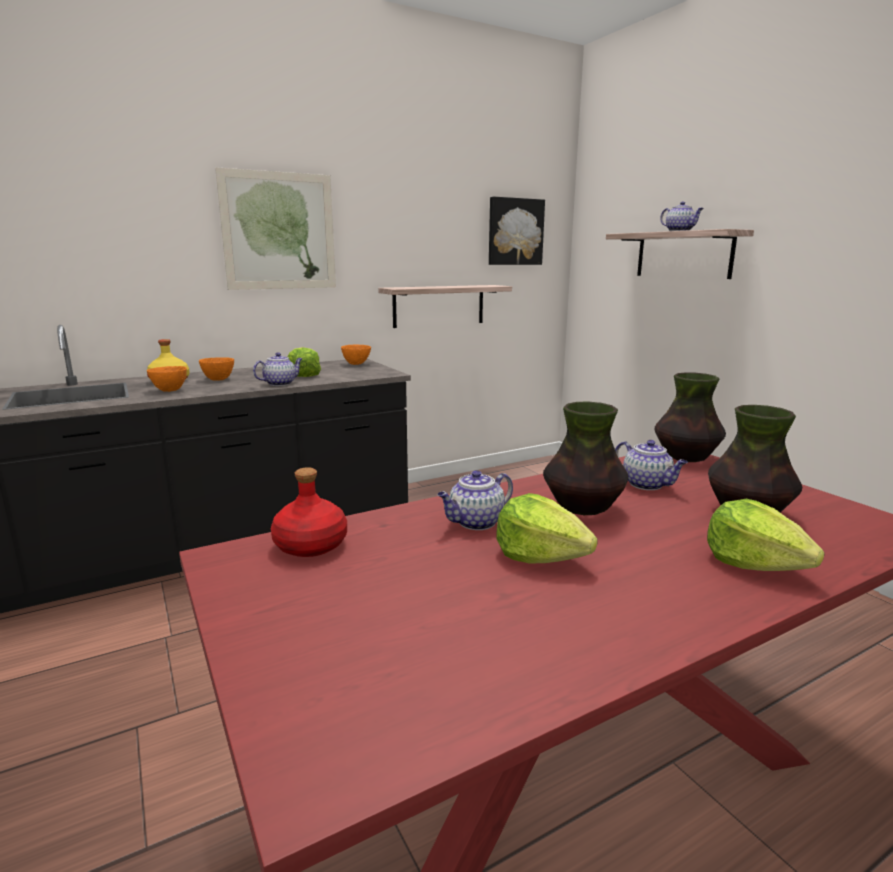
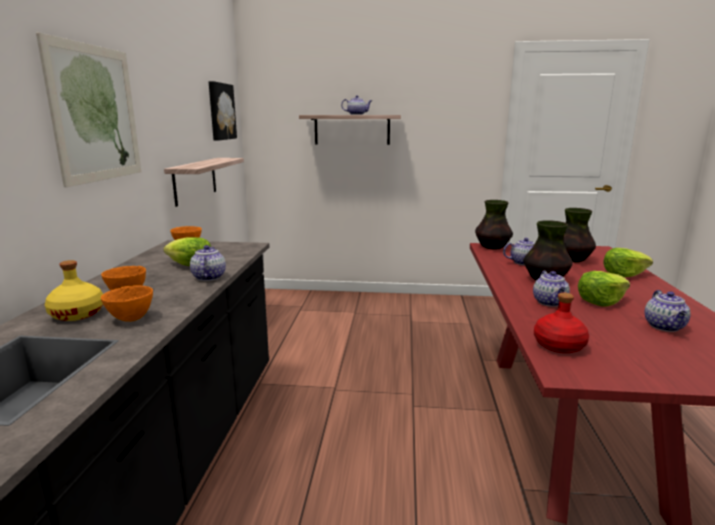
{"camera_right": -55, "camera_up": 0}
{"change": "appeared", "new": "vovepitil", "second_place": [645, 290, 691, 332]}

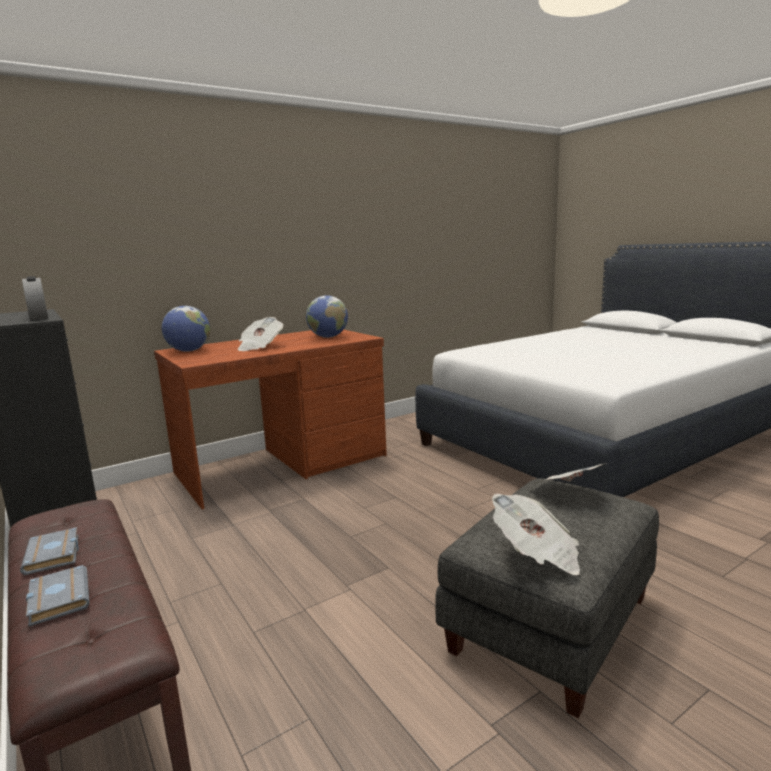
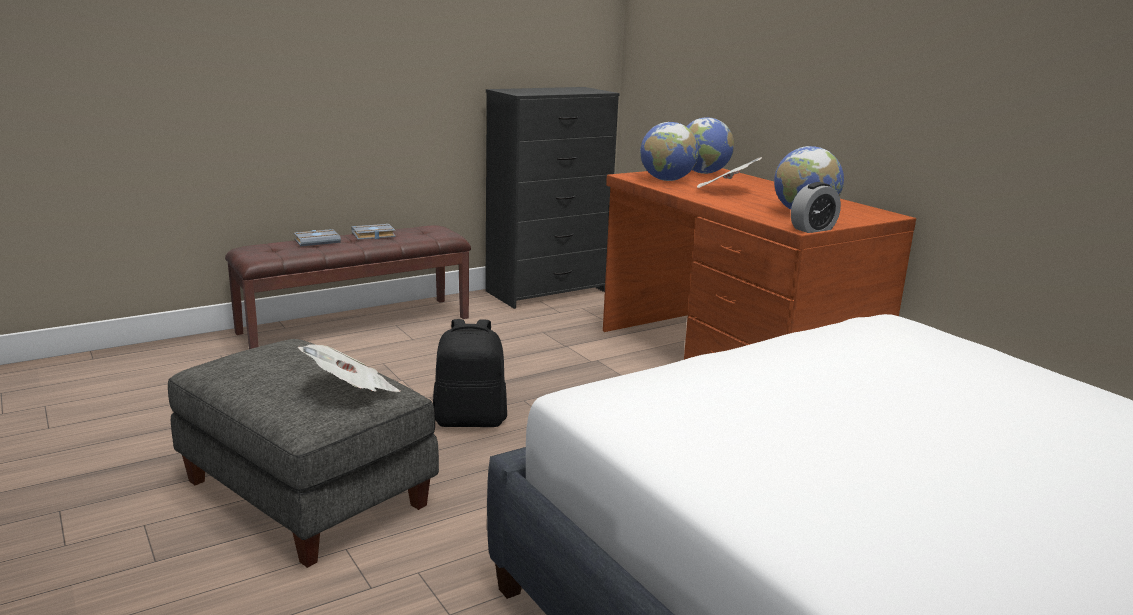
{"camera_right": 90, "camera_up": 5}
{"change": "missing", "old": "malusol", "first_place": [492, 493, 580, 575]}
{"change": "appeared", "new": "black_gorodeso", "second_place": [433, 319, 507, 427]}
{"change": "appeared", "new": "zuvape", "second_place": [640, 122, 699, 181]}
{"change": "relocated", "old": "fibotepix", "first_place": [22, 276, 48, 320], "second_place": [791, 182, 841, 233]}

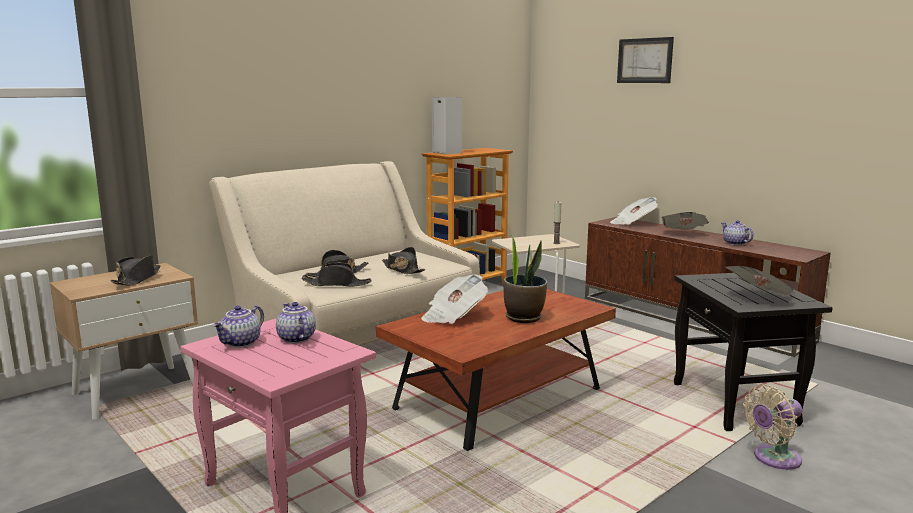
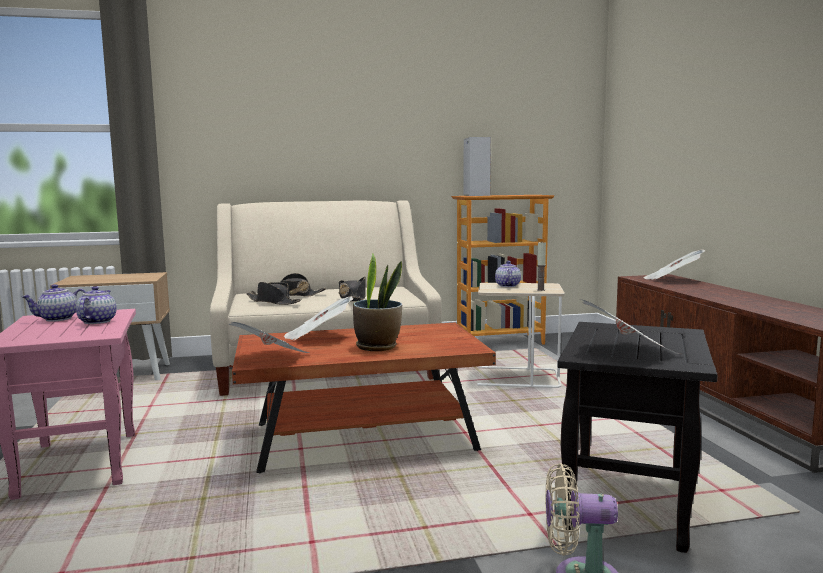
{"camera_right": 30, "camera_up": -5}
{"change": "missing", "old": "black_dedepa", "first_place": [111, 255, 160, 286]}
{"change": "missing", "old": "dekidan", "first_place": [617, 37, 674, 83]}
{"change": "relocated", "old": "malusol", "first_place": [661, 212, 709, 230], "second_place": [229, 322, 311, 353]}
{"change": "relocated", "old": "vovepitil", "first_place": [722, 220, 754, 245], "second_place": [495, 261, 521, 287]}

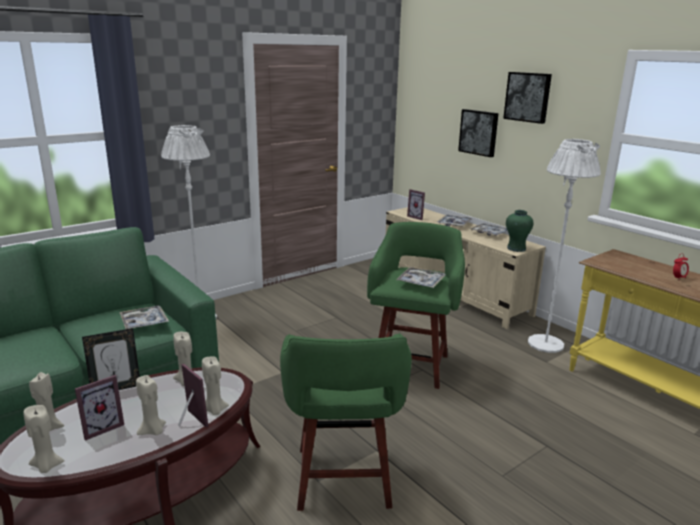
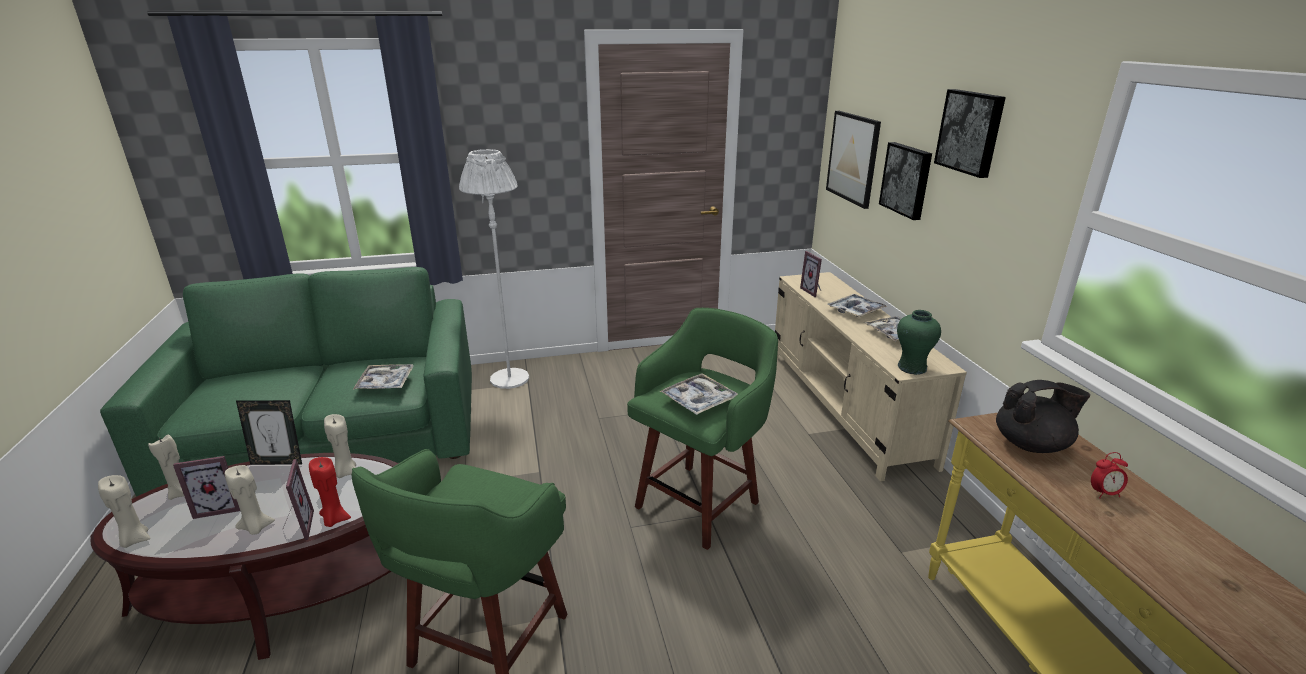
{"camera_right": 25, "camera_up": 5}
{"change": "missing", "old": "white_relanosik", "first_place": [528, 139, 601, 353]}
{"change": "appeared", "new": "dekidan", "second_place": [826, 111, 881, 209]}
{"change": "appeared", "new": "black_vovepitil", "second_place": [996, 380, 1090, 453]}
{"change": "colour", "old": "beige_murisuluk", "new": "red_murisuluk", "first_place": [202, 357, 229, 415], "second_place": [309, 457, 351, 527]}

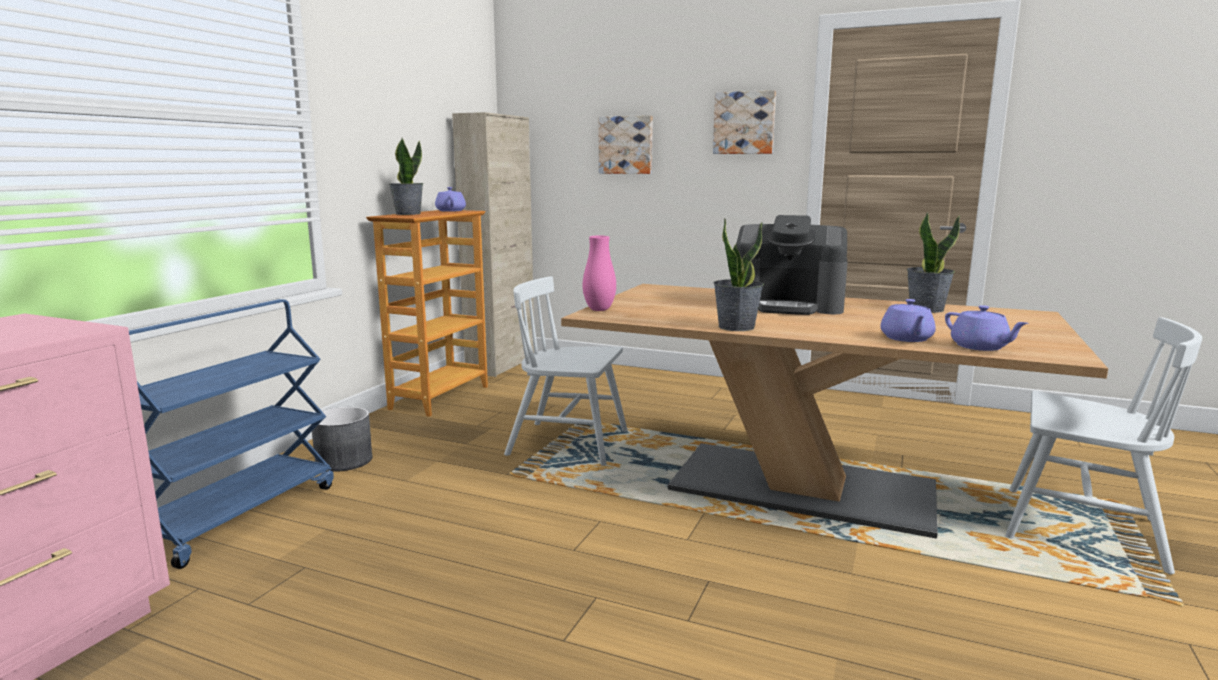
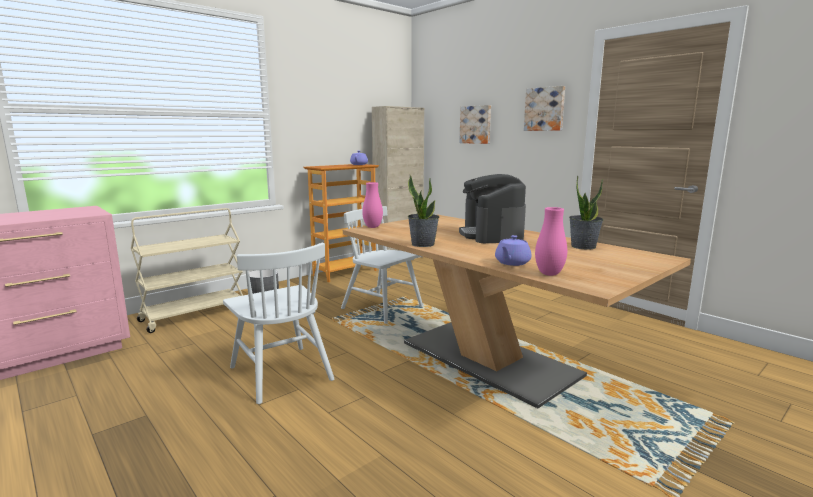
{"camera_right": 25, "camera_up": 0}
{"change": "missing", "old": "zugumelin", "first_place": [389, 138, 423, 215]}
{"change": "relocated", "old": "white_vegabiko", "first_place": [1005, 317, 1202, 574], "second_place": [223, 243, 334, 404]}
{"change": "exchanged", "old": "purple_vovepitil", "new": "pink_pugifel", "first_place": [945, 305, 1028, 351], "second_place": [535, 207, 567, 276]}
{"change": "colour", "old": "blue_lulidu", "new": "beige_lulidu", "first_place": [129, 299, 334, 569], "second_place": [131, 208, 243, 333]}
{"change": "spun", "old": "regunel", "first_place": [736, 215, 848, 315], "second_place": [459, 174, 526, 243], "degrees": 45}

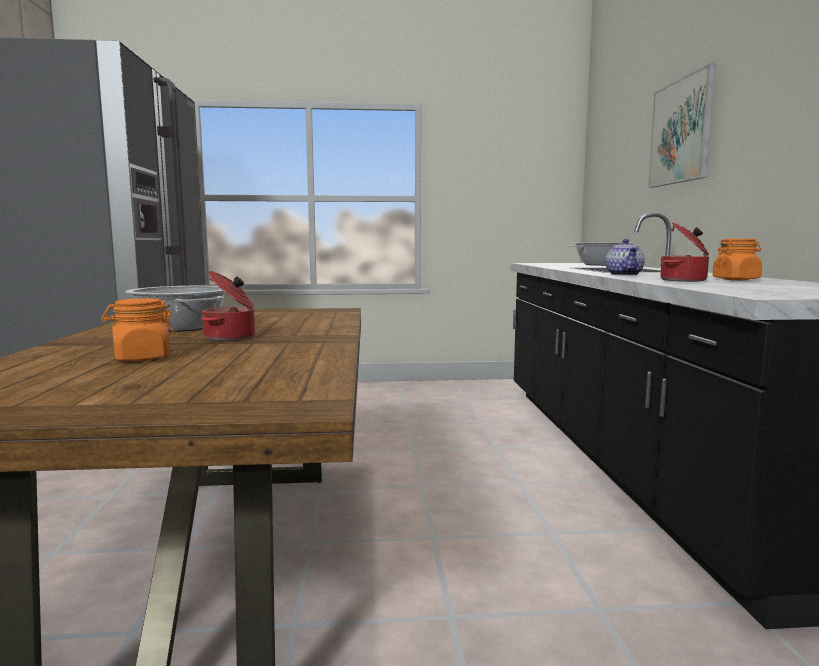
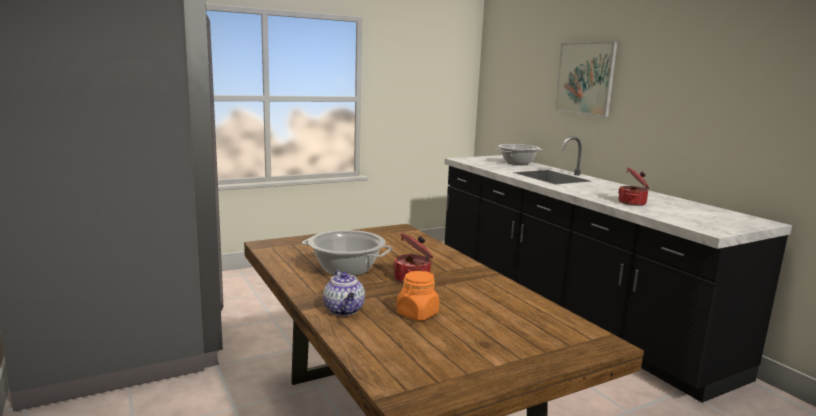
{"camera_right": -25, "camera_up": 5}
{"change": "missing", "old": "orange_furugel", "first_place": [712, 239, 762, 280]}
{"change": "relocated", "old": "vovepitil", "first_place": [606, 239, 645, 276], "second_place": [323, 270, 365, 316]}

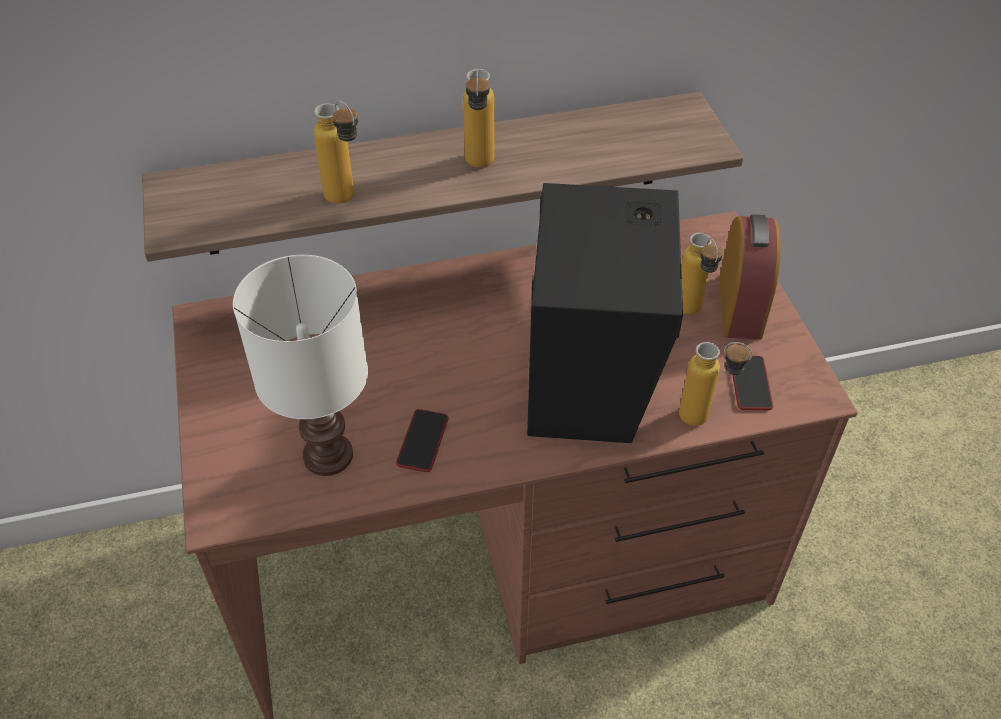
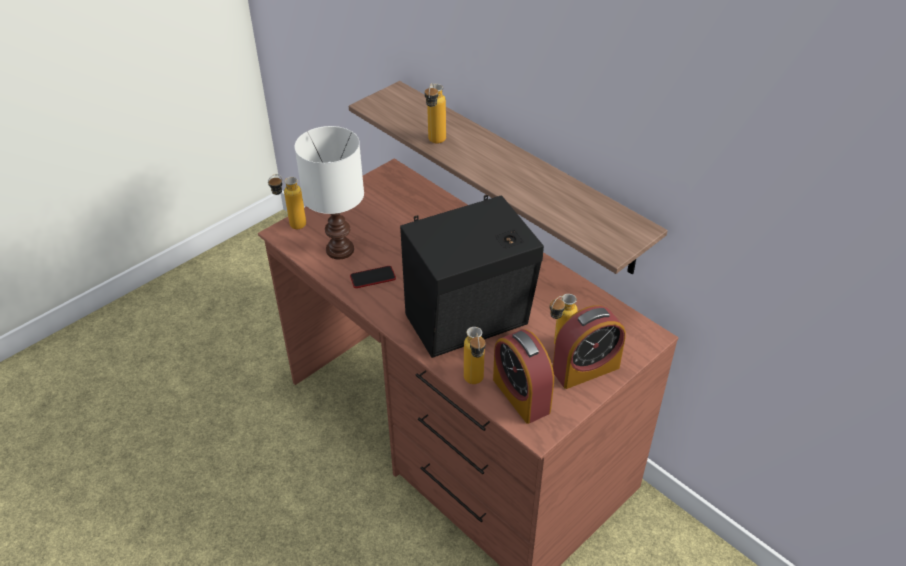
{"camera_right": 60, "camera_up": -5}
{"change": "relocated", "old": "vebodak", "first_place": [463, 69, 494, 168], "second_place": [268, 174, 306, 229]}
{"change": "exchanged", "old": "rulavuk", "new": "fibotepix", "first_place": [732, 356, 773, 410], "second_place": [493, 329, 554, 424]}

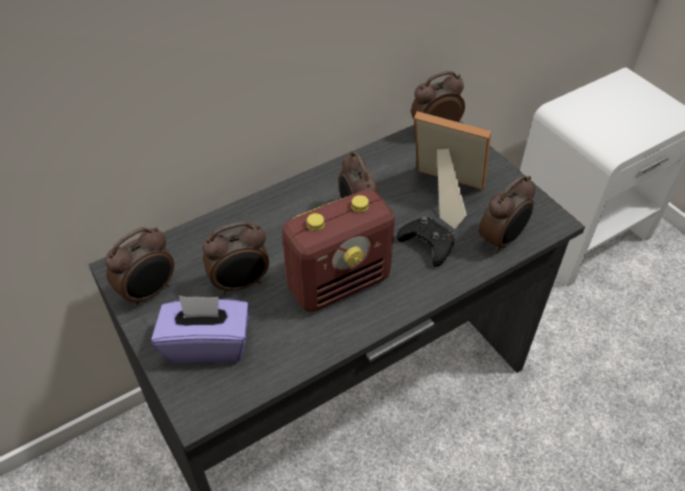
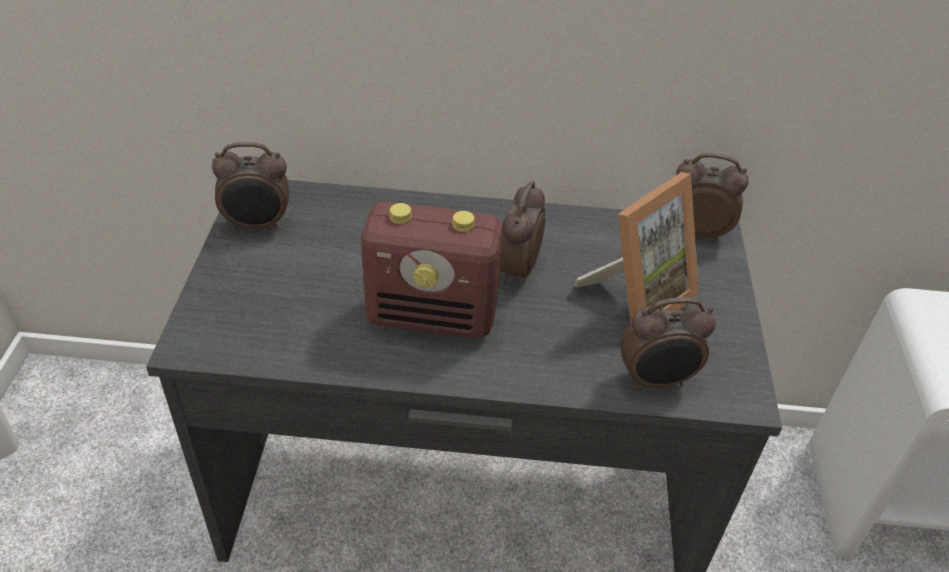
{"camera_right": 35, "camera_up": -5}
{"change": "missing", "old": "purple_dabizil", "first_place": [151, 296, 249, 364]}
{"change": "missing", "old": "fibotepix", "first_place": [203, 222, 269, 295]}
{"change": "missing", "old": "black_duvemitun", "first_place": [397, 217, 454, 267]}
{"change": "spun", "old": "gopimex", "first_place": [414, 111, 491, 229], "second_place": [575, 172, 699, 324], "degrees": 75}

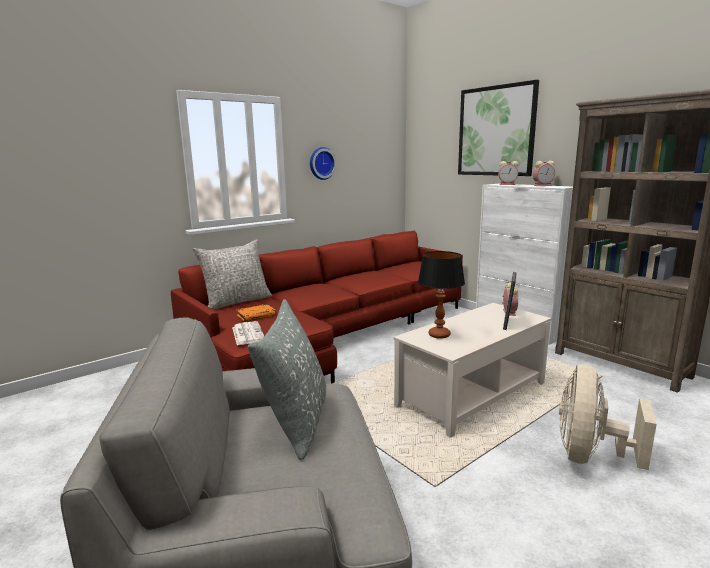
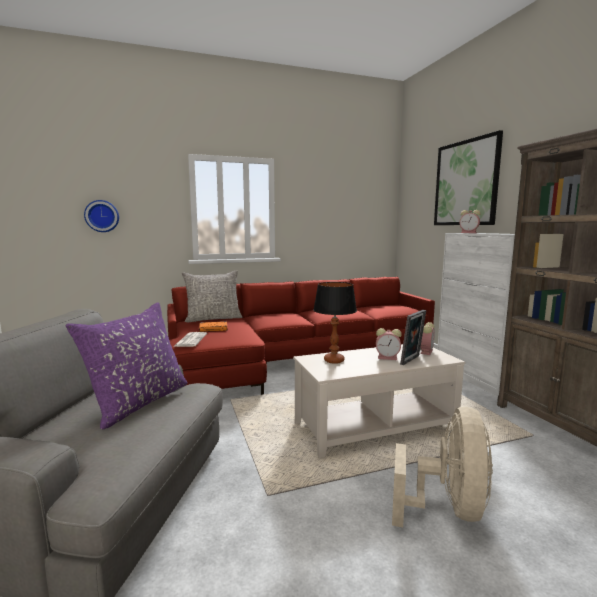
{"camera_right": 20, "camera_up": -5}
{"change": "relocated", "old": "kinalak", "first_place": [310, 147, 336, 180], "second_place": [84, 200, 119, 232]}
{"change": "relocated", "old": "fibotepix", "first_place": [533, 161, 555, 186], "second_place": [376, 328, 402, 360]}
{"change": "colour", "old": "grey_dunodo", "new": "purple_dunodo", "first_place": [248, 299, 326, 460], "second_place": [65, 302, 188, 430]}
{"change": "spun", "old": "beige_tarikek", "first_place": [559, 364, 657, 470], "second_place": [392, 407, 493, 527], "degrees": 150}

